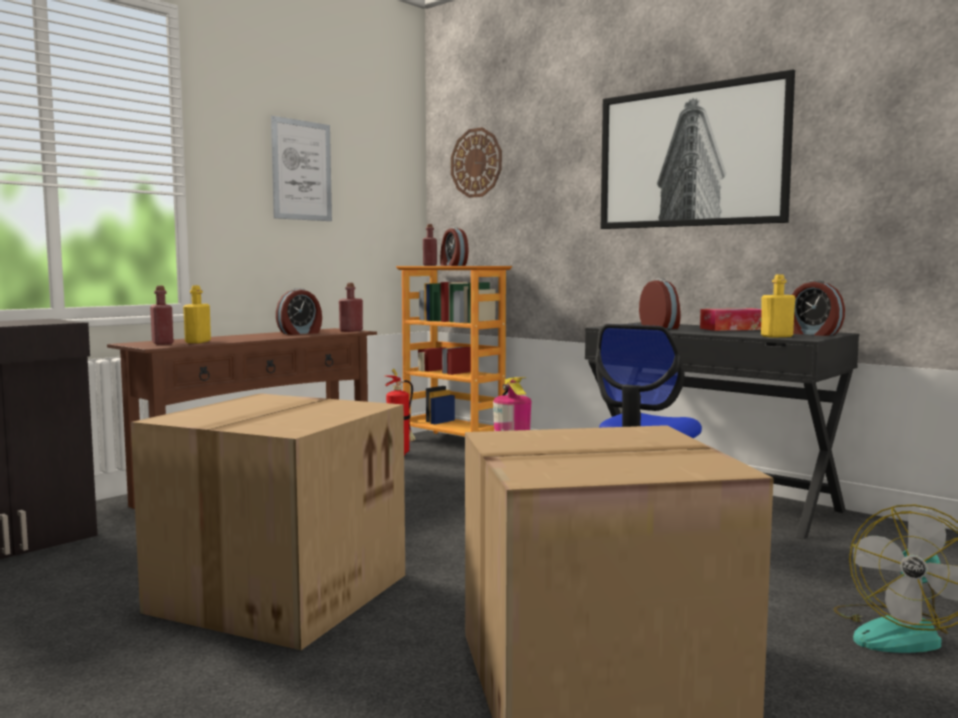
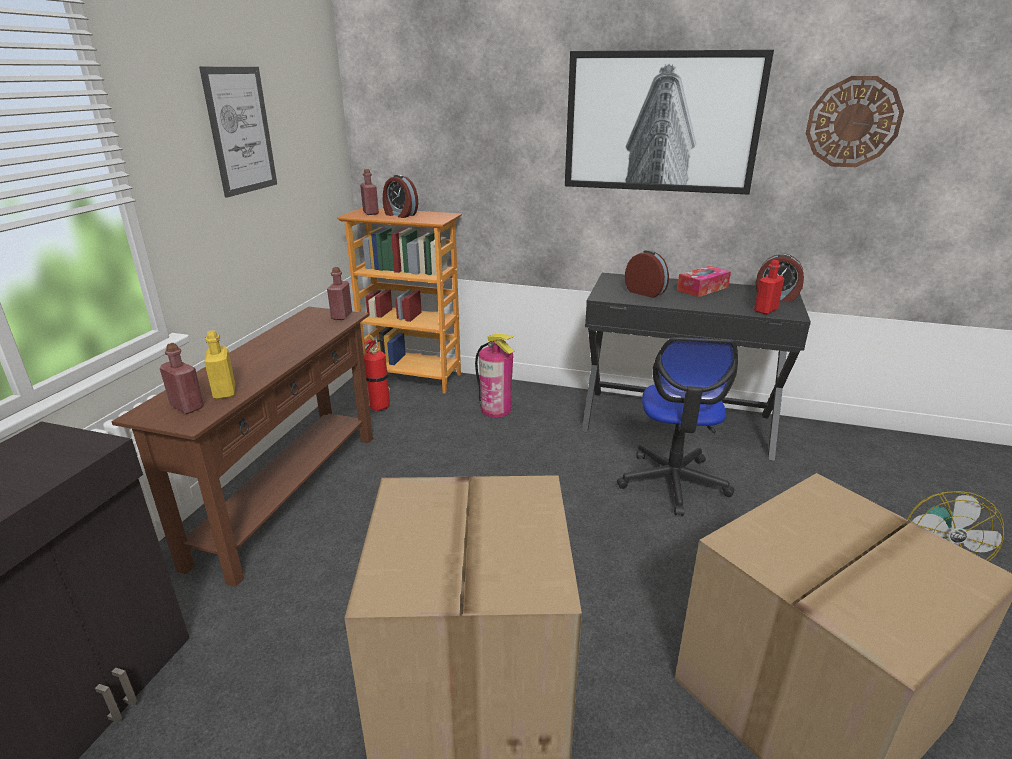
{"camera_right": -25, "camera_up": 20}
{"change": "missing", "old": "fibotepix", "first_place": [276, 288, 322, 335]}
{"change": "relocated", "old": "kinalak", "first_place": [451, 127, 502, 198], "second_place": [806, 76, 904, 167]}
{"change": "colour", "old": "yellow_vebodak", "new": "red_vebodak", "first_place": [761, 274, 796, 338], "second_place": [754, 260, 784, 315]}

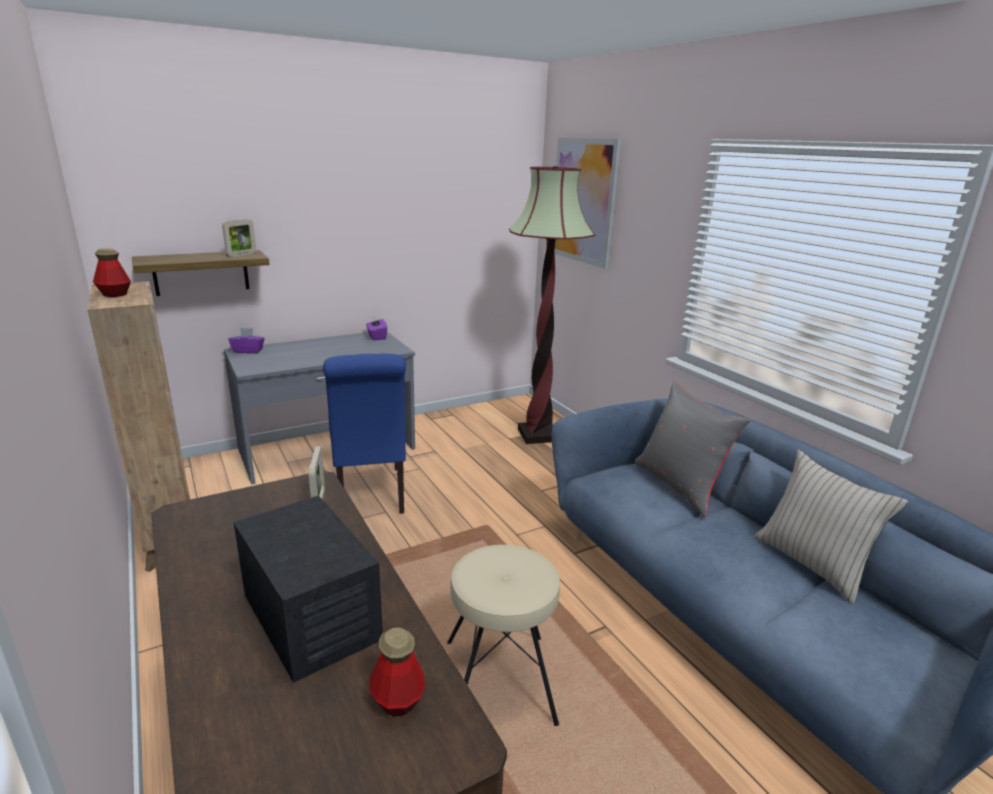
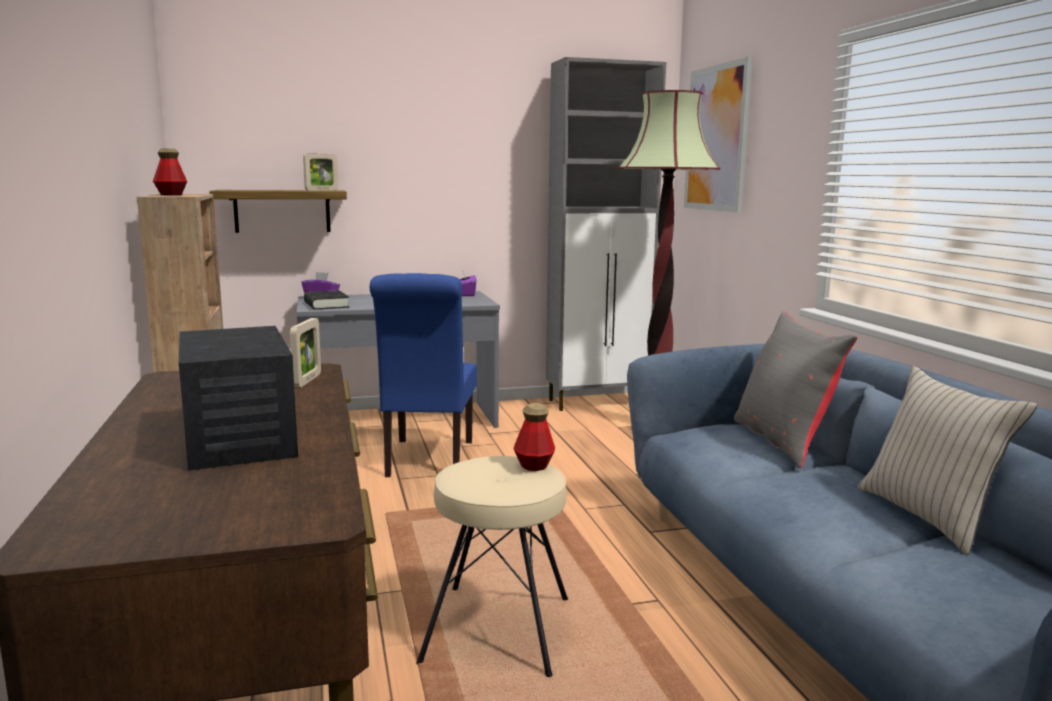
{"camera_right": 15, "camera_up": -10}
{"change": "appeared", "new": "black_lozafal", "second_place": [304, 290, 349, 310]}
{"change": "appeared", "new": "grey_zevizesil", "second_place": [546, 57, 666, 411]}
{"change": "relocated", "old": "vebodak", "first_place": [369, 628, 425, 716], "second_place": [514, 403, 555, 471]}

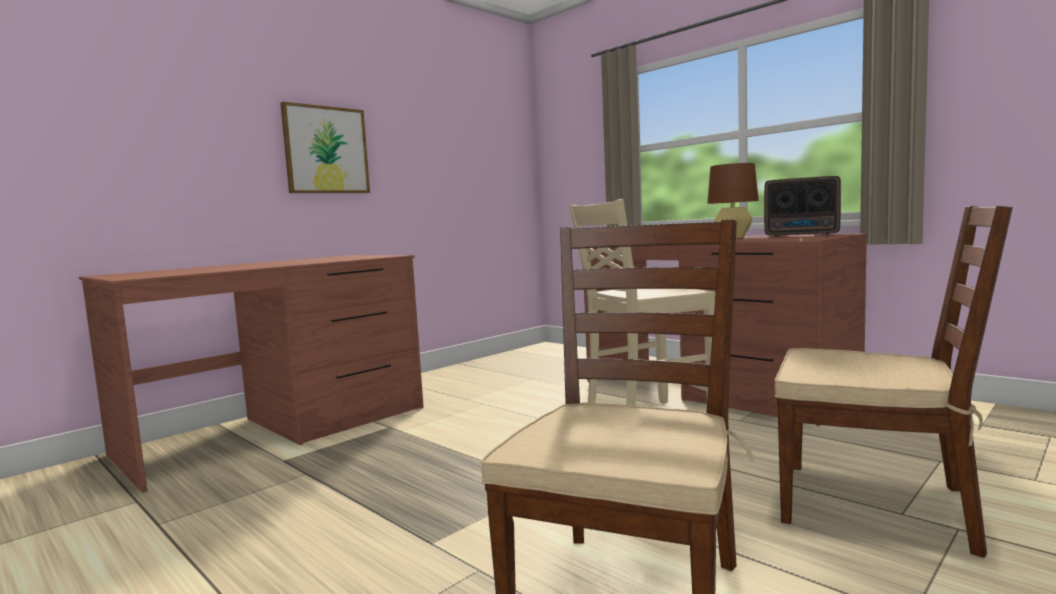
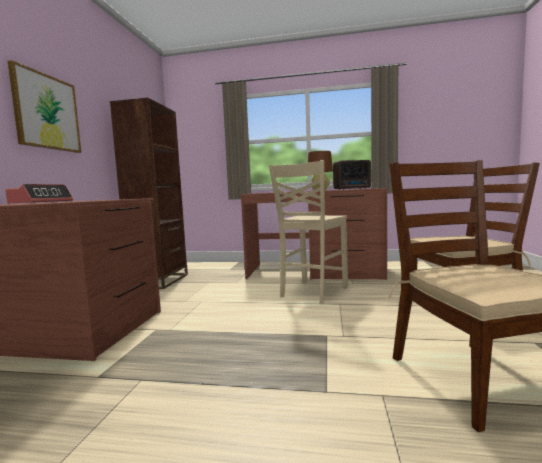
{"camera_right": -35, "camera_up": 0}
{"change": "appeared", "new": "fibotepix", "second_place": [5, 184, 73, 204]}
{"change": "appeared", "new": "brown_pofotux", "second_place": [110, 98, 188, 289]}

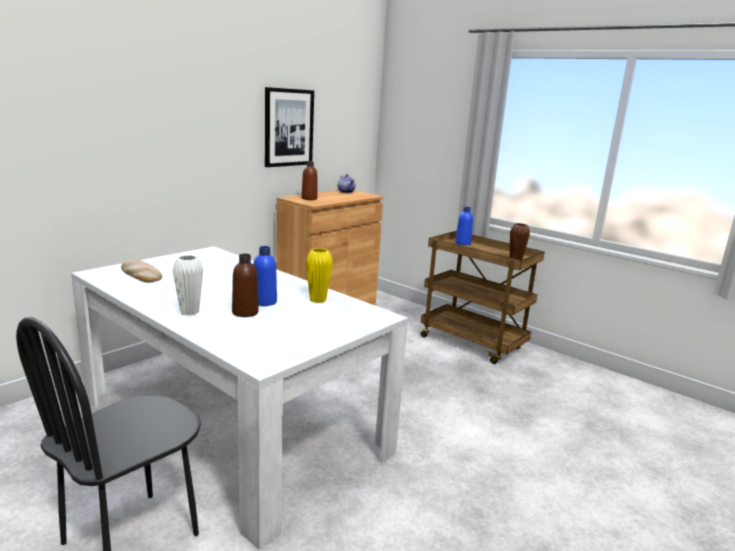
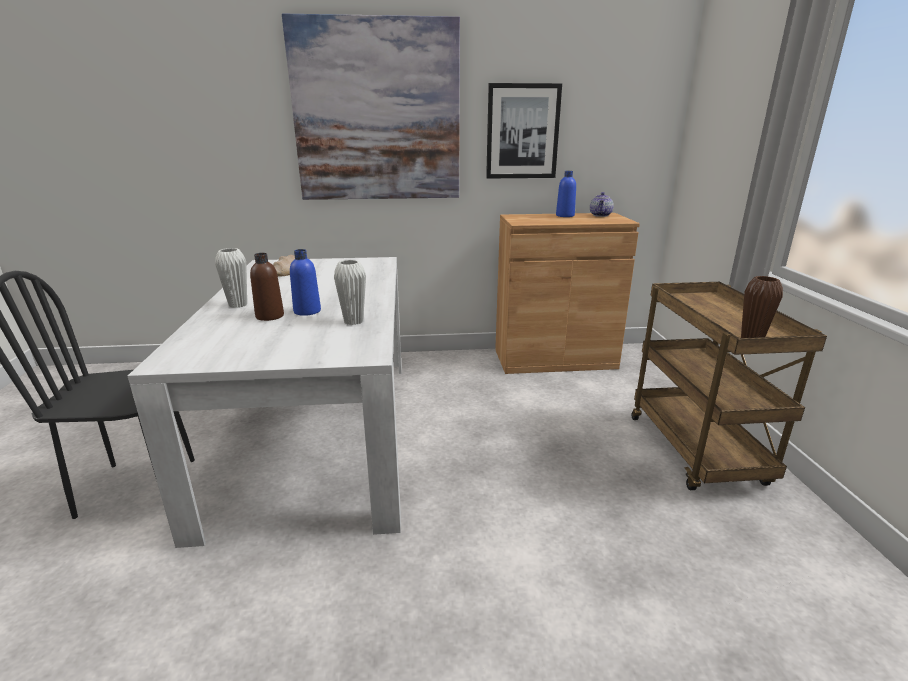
{"camera_right": 45, "camera_up": 5}
{"change": "missing", "old": "brown_vebodak", "first_place": [301, 161, 317, 200]}
{"change": "appeared", "new": "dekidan", "second_place": [282, 13, 460, 200]}
{"change": "relocated", "old": "blue_vebodak", "first_place": [455, 207, 473, 245], "second_place": [556, 171, 576, 217]}
{"change": "colour", "old": "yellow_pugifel", "new": "white_pugifel", "first_place": [306, 248, 333, 303], "second_place": [334, 260, 366, 325]}

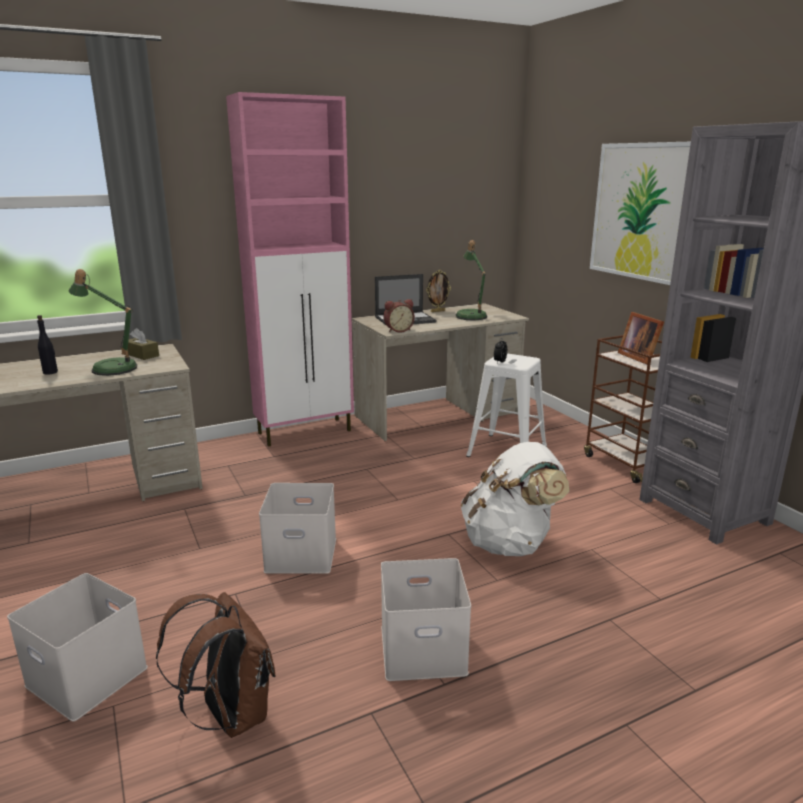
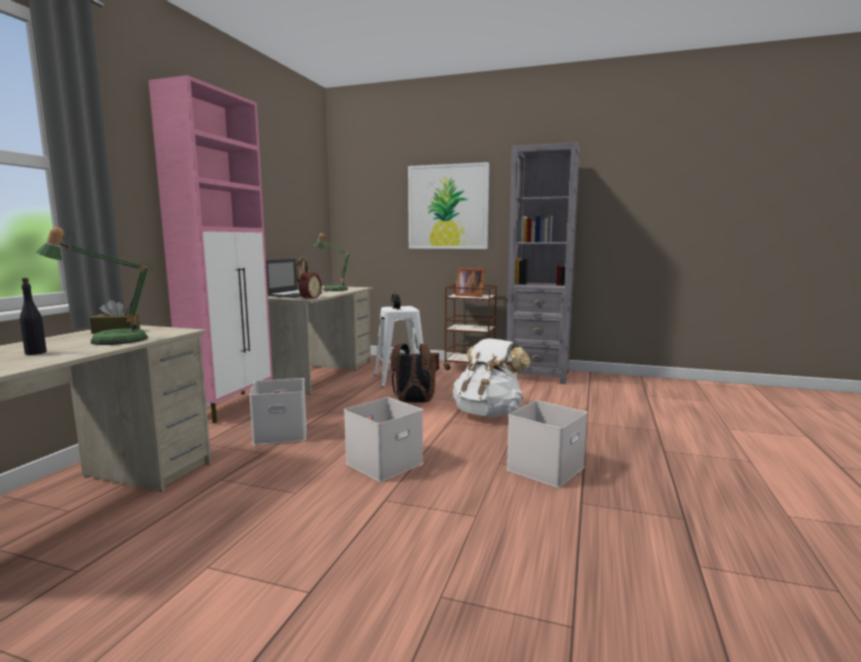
{"camera_right": -45, "camera_up": -10}
{"change": "relocated", "old": "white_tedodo", "first_place": [7, 573, 148, 721], "second_place": [249, 378, 307, 445]}
{"change": "relocated", "old": "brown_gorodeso", "first_place": [156, 592, 276, 738], "second_place": [391, 343, 439, 403]}

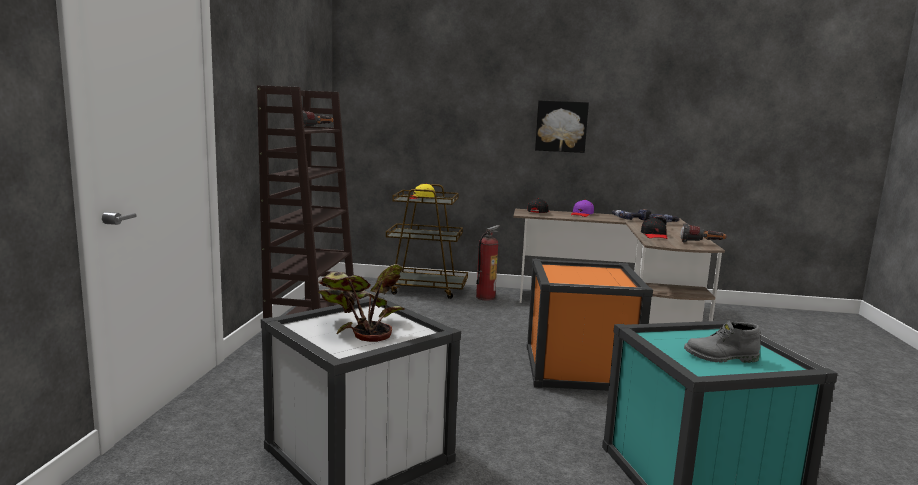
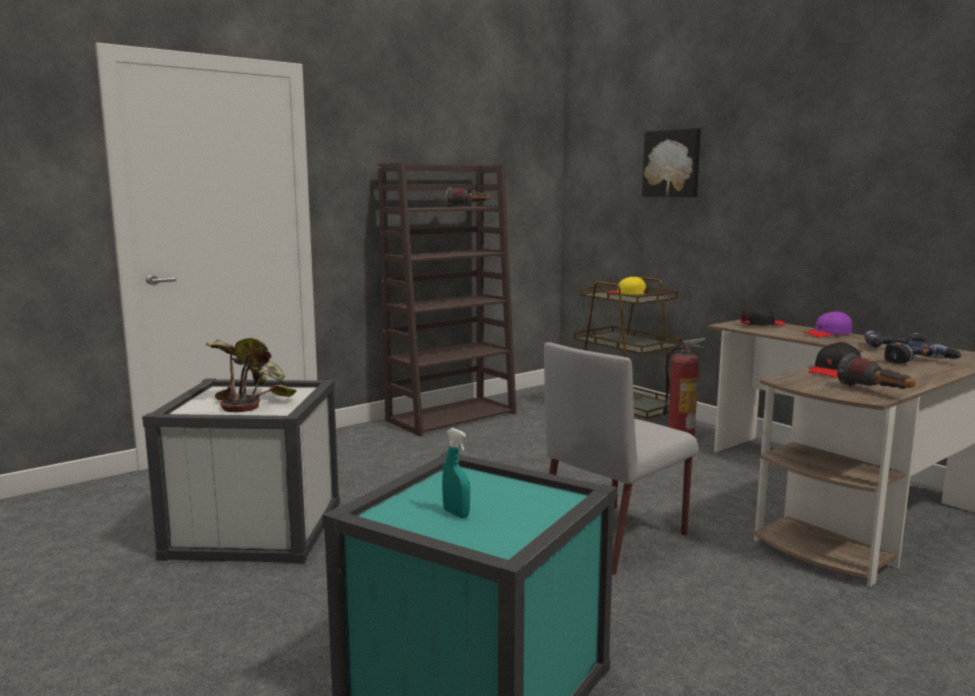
{"camera_right": 45, "camera_up": 0}
{"change": "relocated", "old": "dekidan", "first_place": [535, 100, 589, 153], "second_place": [642, 128, 701, 197]}
{"change": "exchanged", "old": "orange_tedodo", "new": "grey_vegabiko", "first_place": [526, 259, 653, 391], "second_place": [544, 342, 698, 575]}
{"change": "exchanged", "old": "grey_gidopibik", "new": "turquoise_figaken", "first_place": [684, 321, 761, 363], "second_place": [442, 428, 470, 518]}

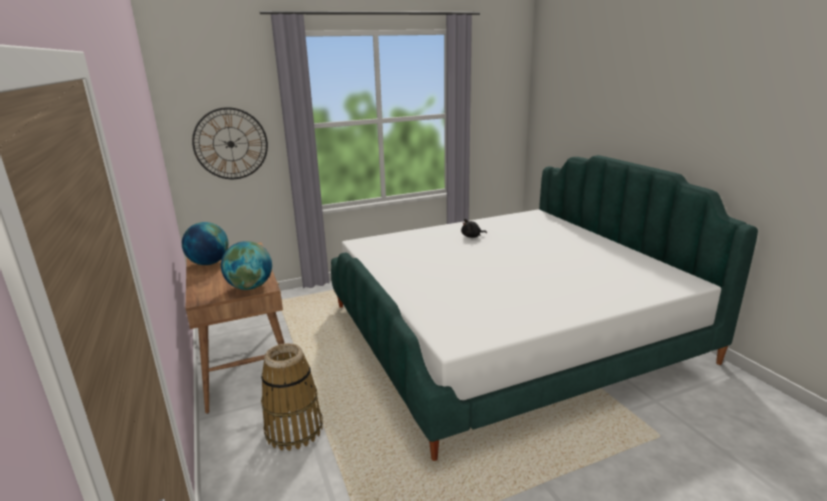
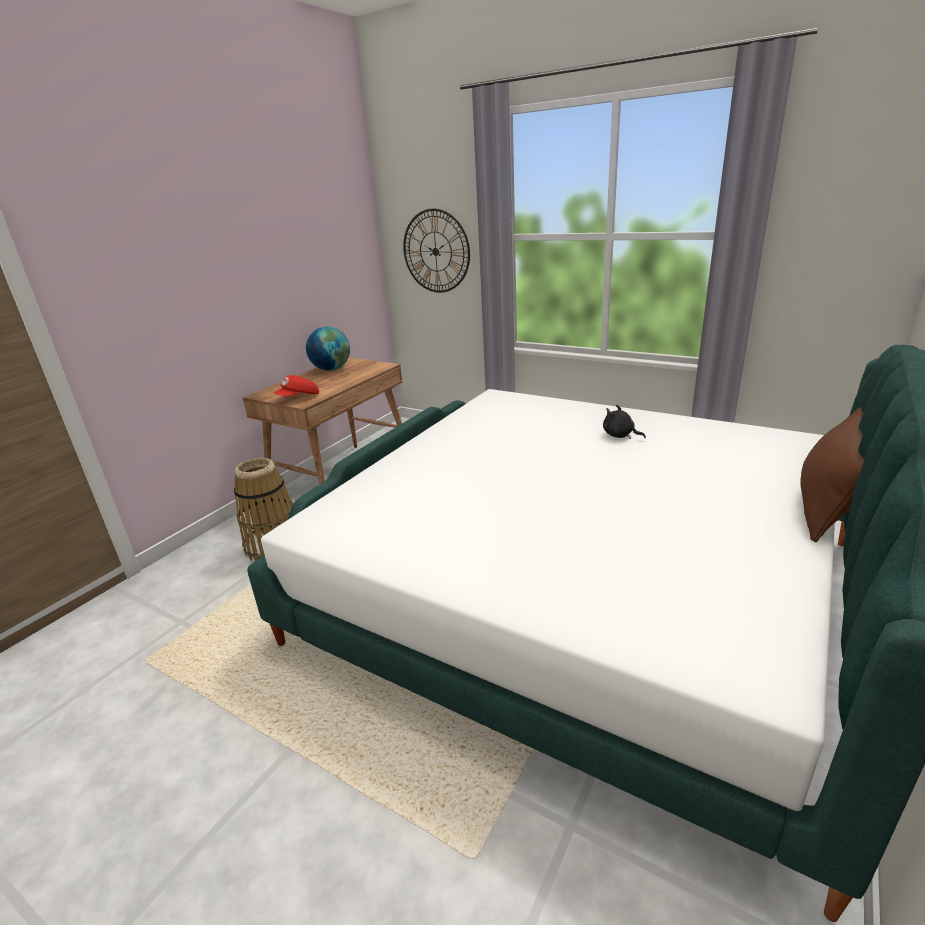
{"camera_right": 55, "camera_up": 5}
{"change": "appeared", "new": "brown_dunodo", "second_place": [800, 407, 865, 542]}
{"change": "exchanged", "old": "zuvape", "new": "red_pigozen", "first_place": [221, 241, 272, 290], "second_place": [273, 375, 319, 396]}

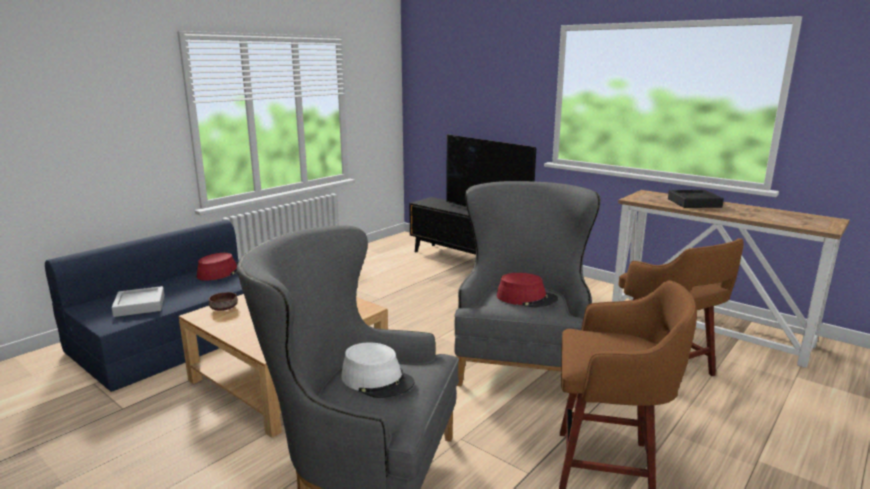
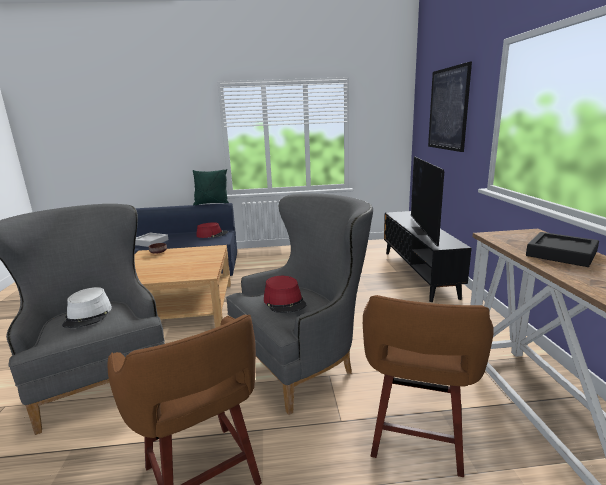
{"camera_right": 45, "camera_up": 0}
{"change": "appeared", "new": "green_dunodo", "second_place": [193, 169, 229, 205]}
{"change": "appeared", "new": "dekidan", "second_place": [428, 62, 472, 152]}

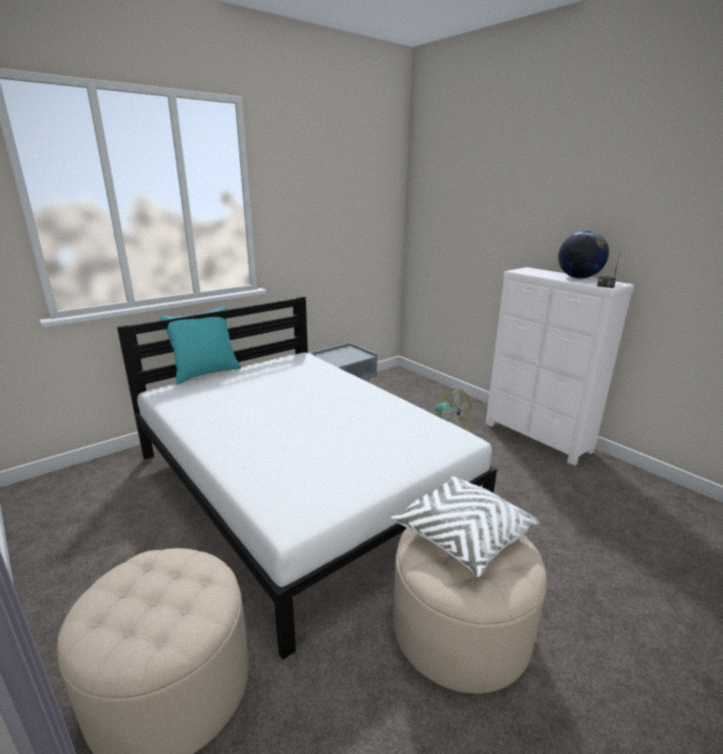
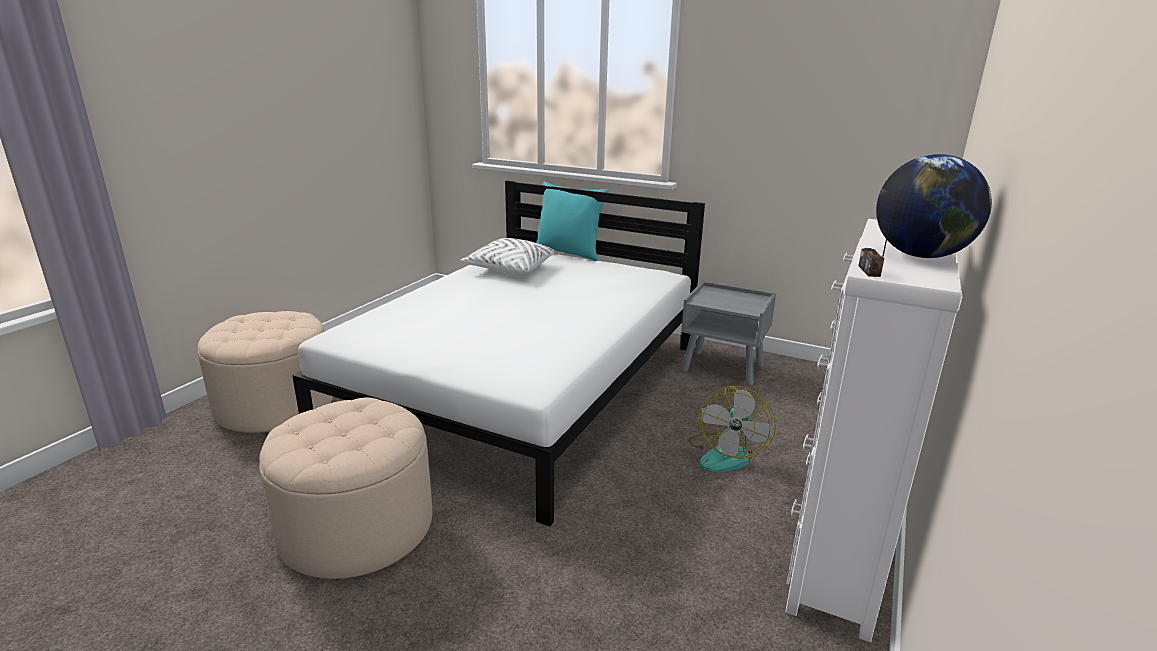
{"camera_right": 65, "camera_up": 0}
{"change": "relocated", "old": "white_dunodo", "first_place": [391, 476, 540, 577], "second_place": [461, 238, 555, 274]}

